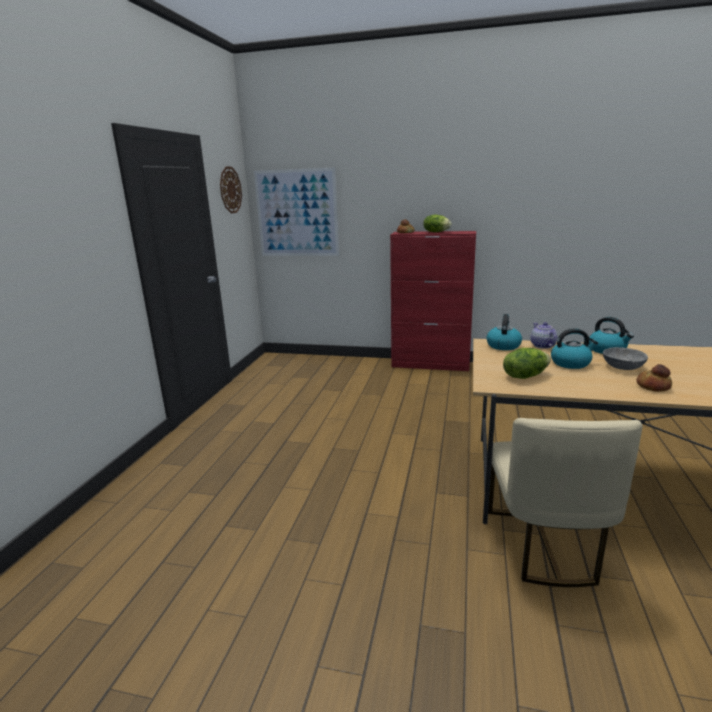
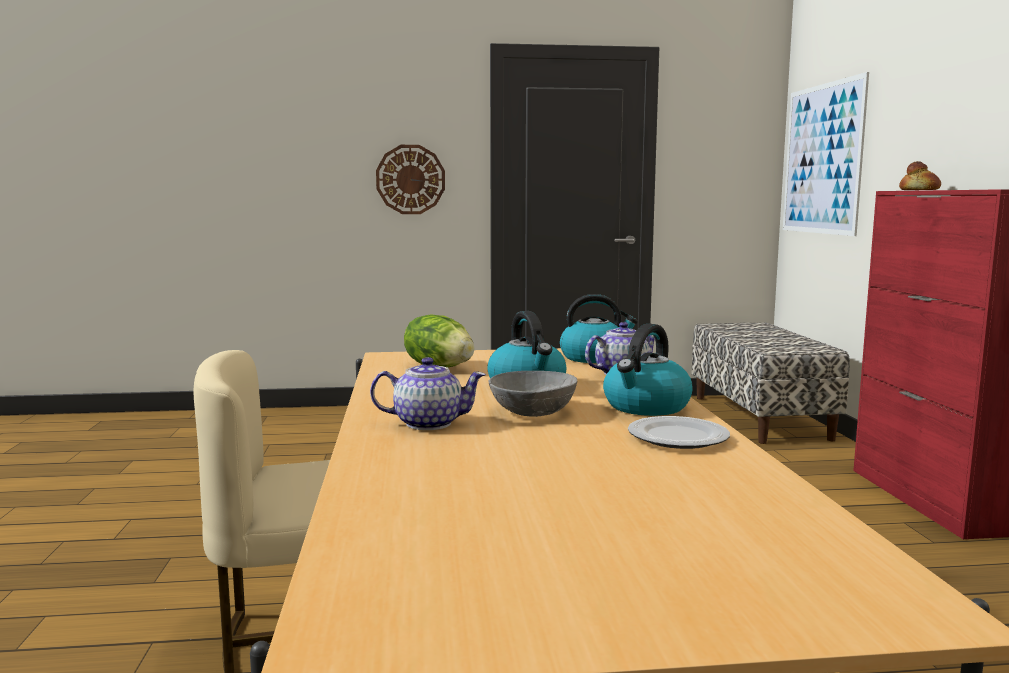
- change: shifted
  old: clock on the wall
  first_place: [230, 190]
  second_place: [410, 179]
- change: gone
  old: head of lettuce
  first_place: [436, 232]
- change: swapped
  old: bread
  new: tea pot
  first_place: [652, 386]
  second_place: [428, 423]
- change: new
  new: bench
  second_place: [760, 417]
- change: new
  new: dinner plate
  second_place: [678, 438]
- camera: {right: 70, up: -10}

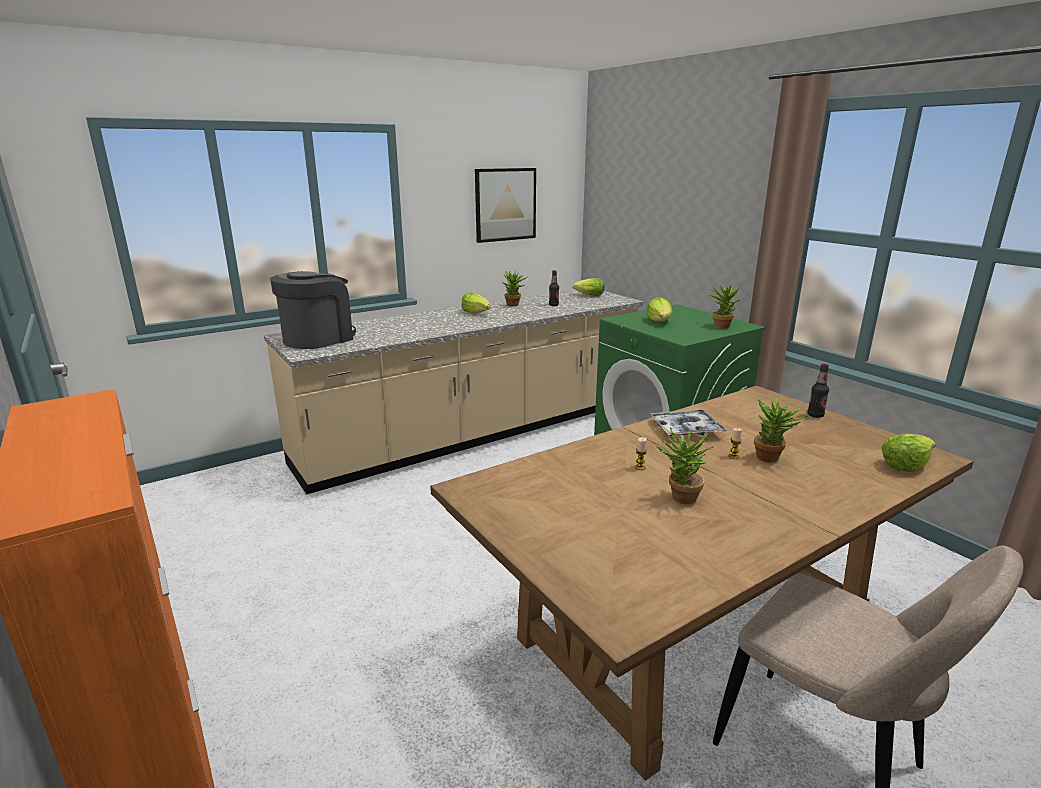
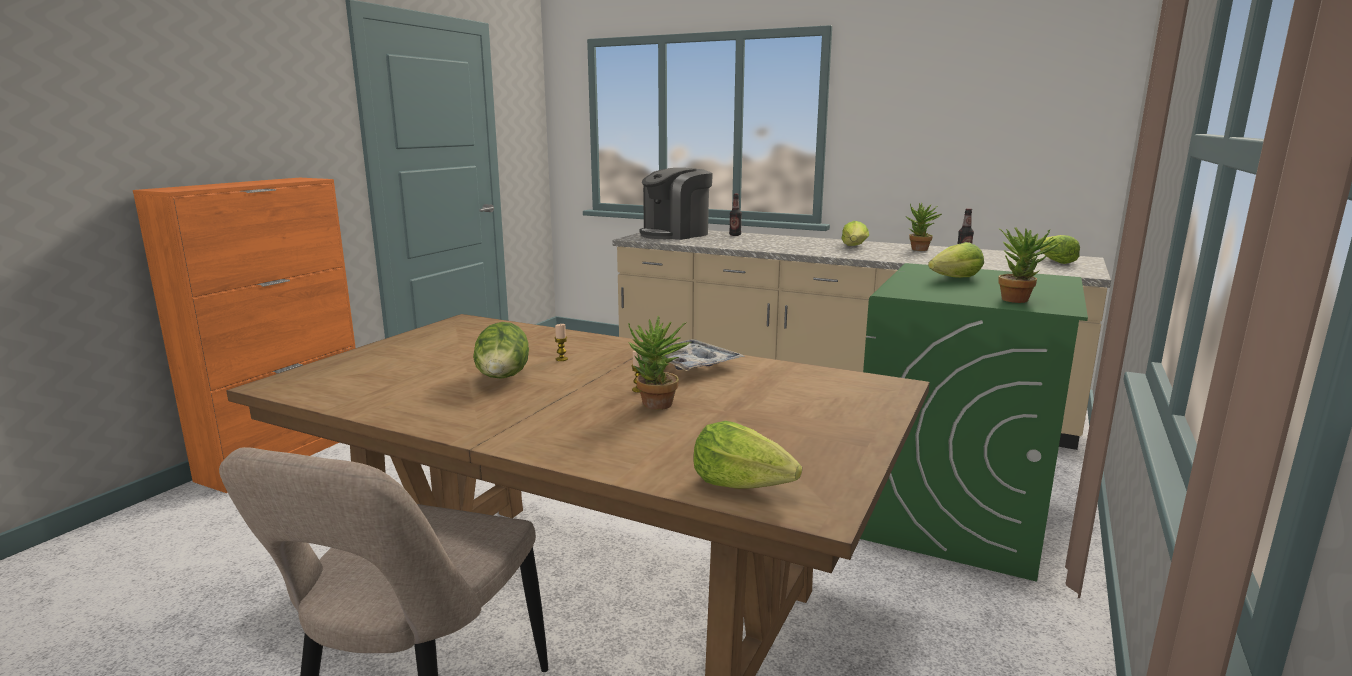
- change: gone
  old: wall picture
  first_place: [505, 204]
- change: rotated
  old: coffee brewer
  first_place: [318, 339]
  second_place: [675, 234]
  degrees: 135
- change: shifted
  old: beverage bottle
  first_place: [815, 415]
  second_place: [735, 235]
- change: swapped
  old: houseplant
  new: head of lettuce
  first_place: [679, 499]
  second_place: [503, 379]
- camera: {right: 60, up: -5}

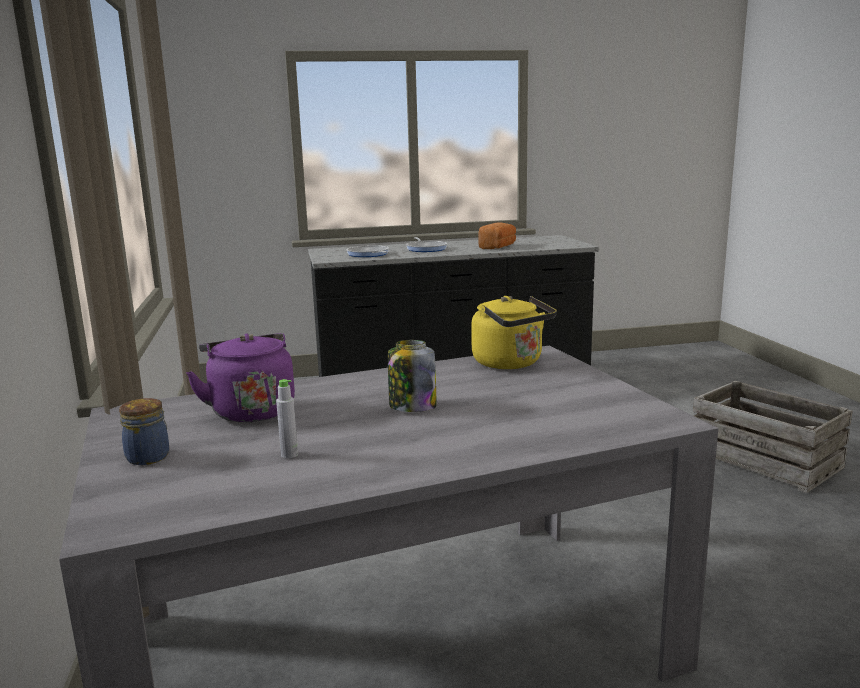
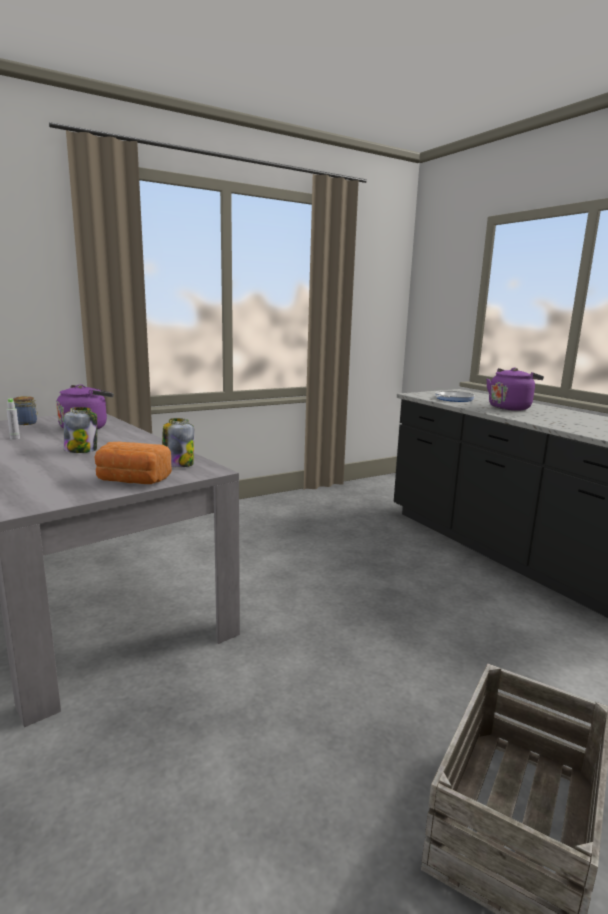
- change: shifted
  old: bread
  first_place: [498, 247]
  second_place: [132, 481]
- change: swapped
  old: frying pan
  new: purple kettle
  first_place: [426, 249]
  second_place: [510, 407]
- change: swapped
  old: yellow kettle
  new: preserve jar
  first_place: [511, 363]
  second_place: [178, 464]
- camera: {right: 70, up: 0}

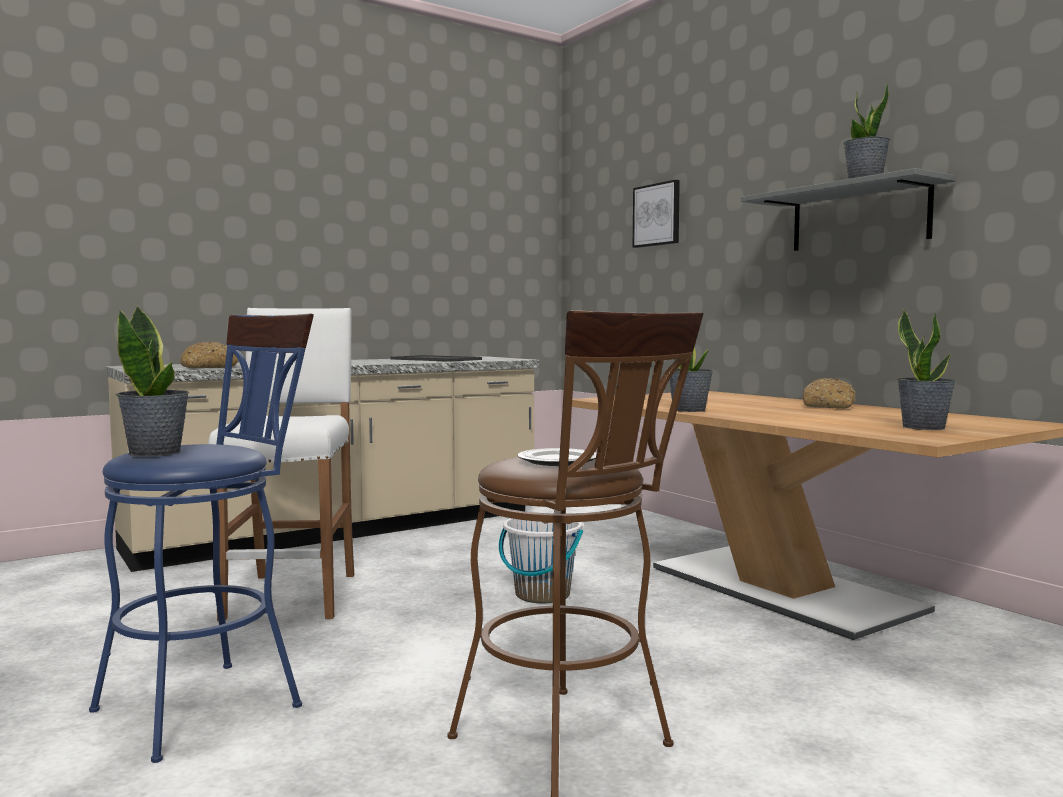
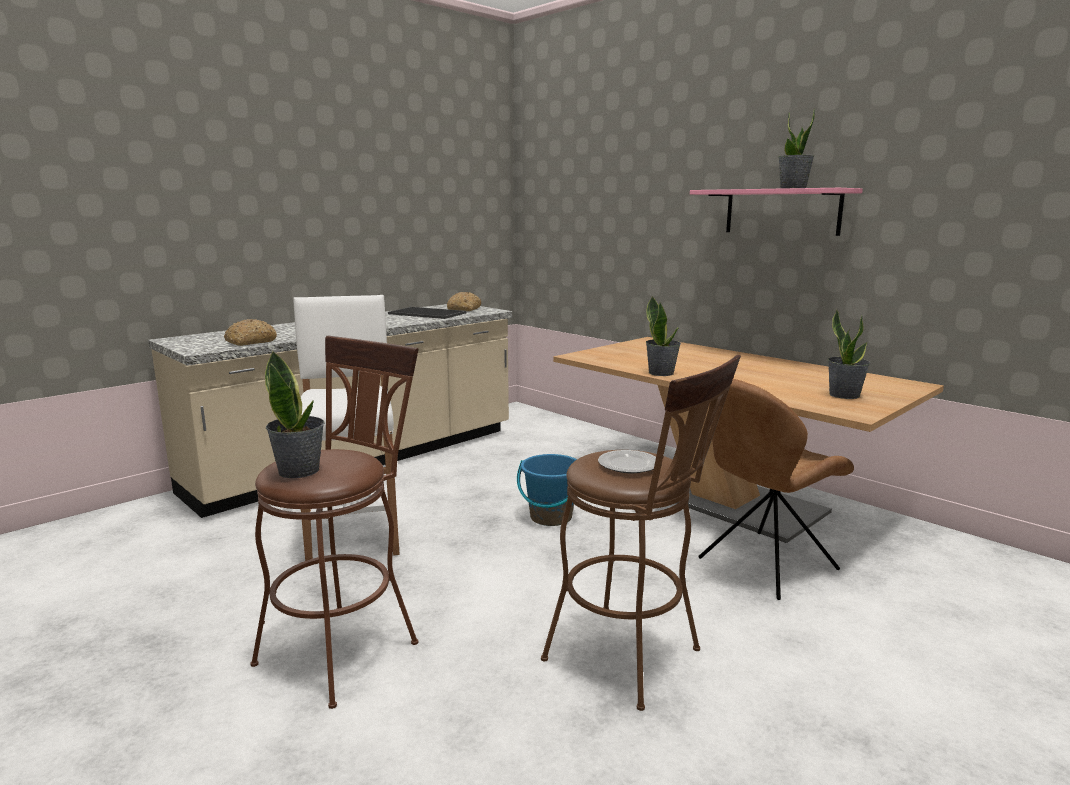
- change: repainted
  old: gray wall shelf
  new: pink-coloured wall shelf
  first_place: [859, 217]
  second_place: [782, 211]
- change: gone
  old: wall picture
  first_place: [657, 215]
- change: repainted
  old: bluish sitting stool
  new: brown-coloured sitting stool
  first_place: [213, 701]
  second_place: [346, 646]
- change: shifted
  old: bread
  first_place: [829, 406]
  second_place: [464, 309]
- change: repainted
  old: white-coloured water bucket
  new: bluish water bucket
  first_place: [542, 595]
  second_place: [550, 517]
- change: new
  new: brown-coloured plain chair
  second_place: [764, 565]
- camera: {right: -10, up: 10}

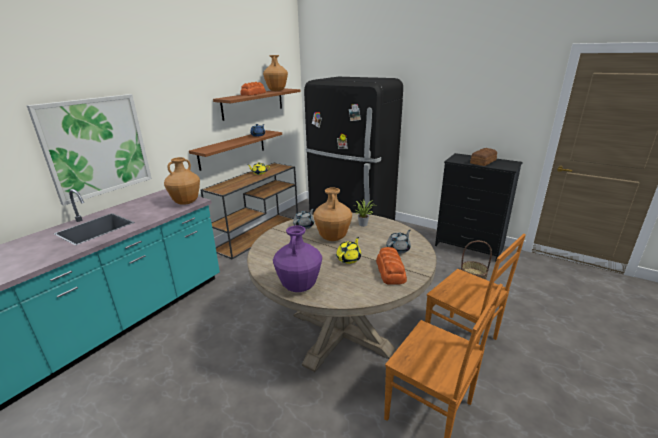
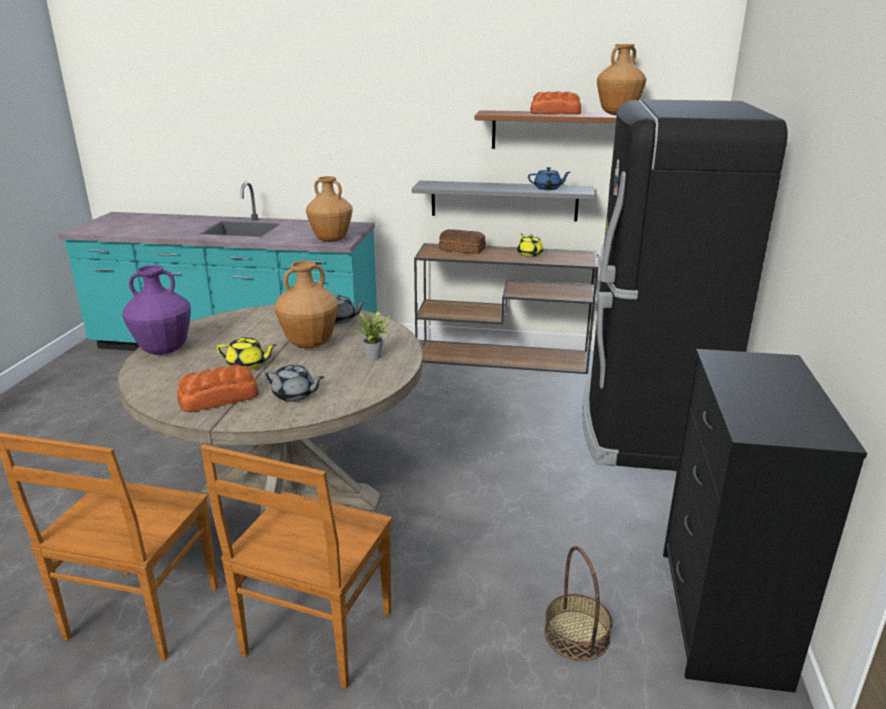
- change: gone
  old: wall picture
  first_place: [96, 147]
- change: repainted
  old: brown-coloured wall shelf
  new: gray wall shelf
  first_place: [232, 149]
  second_place: [504, 200]
- change: shifted
  old: bread
  first_place: [482, 162]
  second_place: [461, 249]
- camera: {right: 65, up: 0}

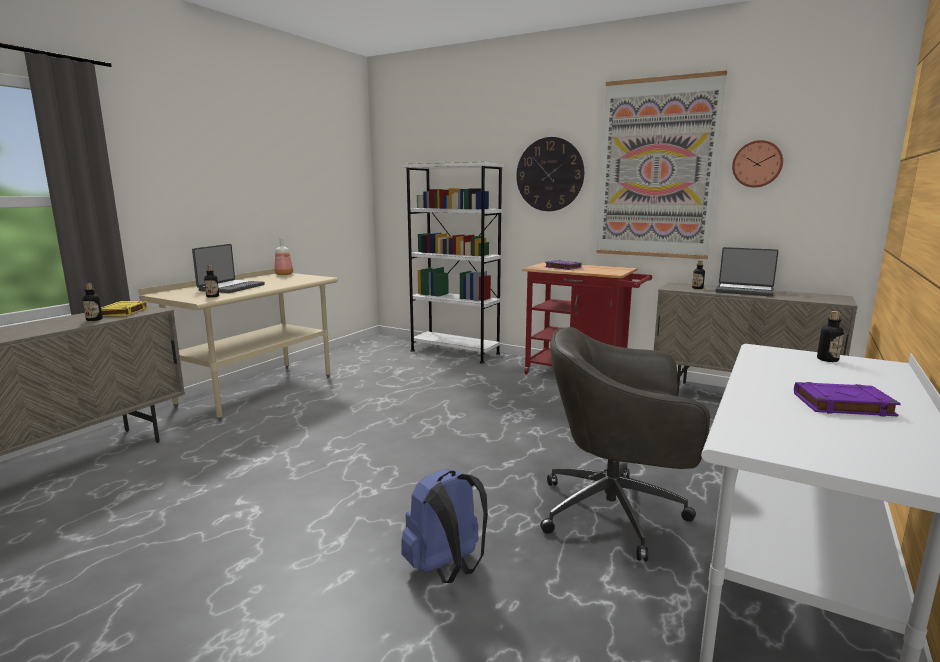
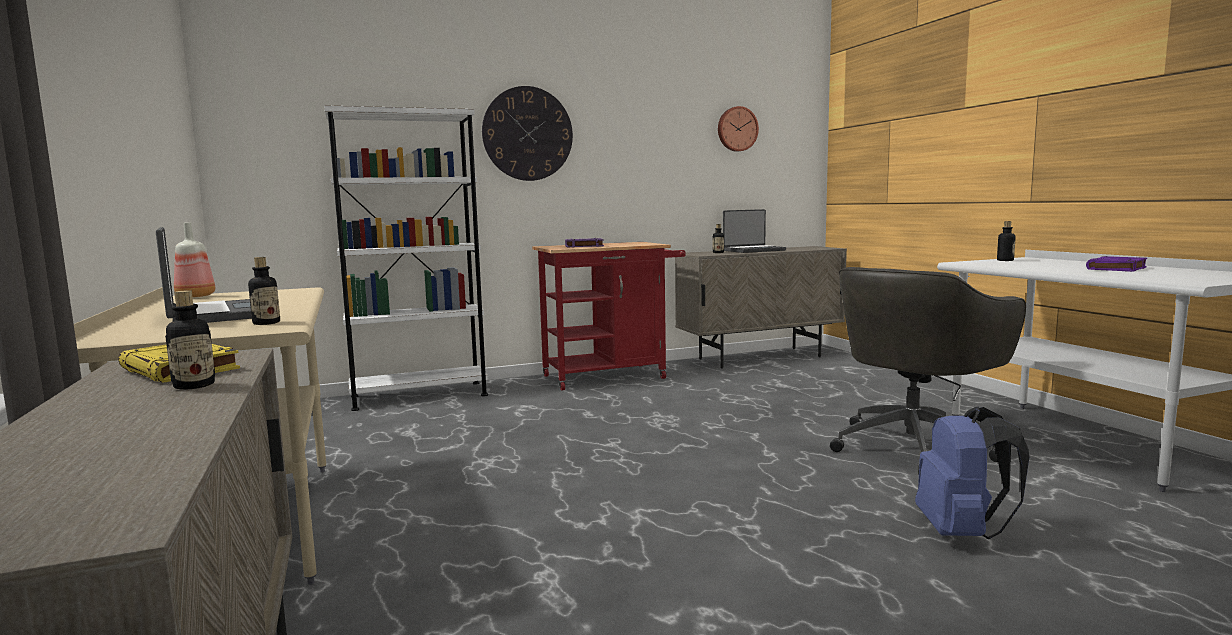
- change: gone
  old: wall picture
  first_place: [656, 169]
- camera: {right: -50, up: -5}

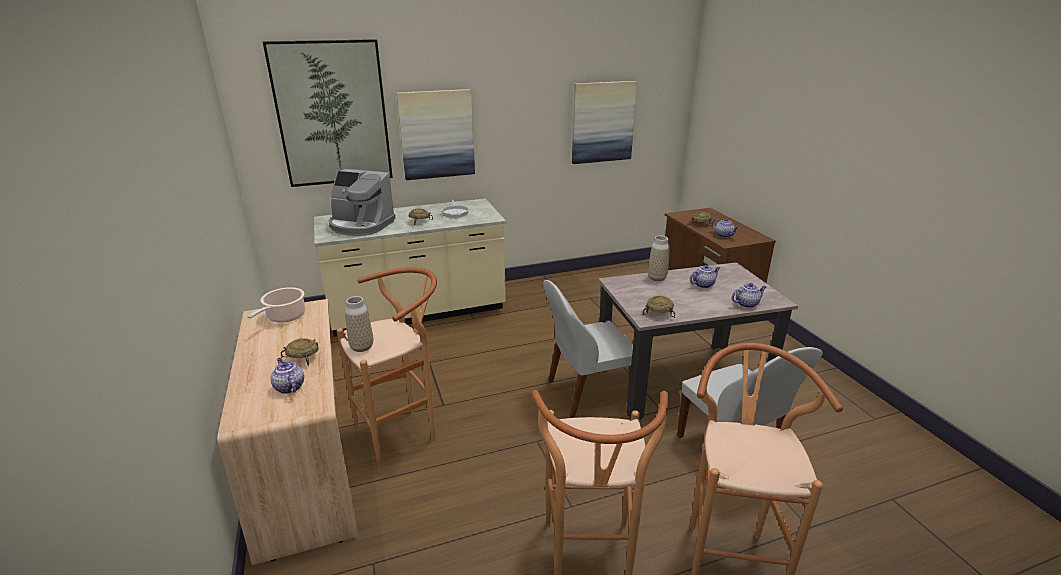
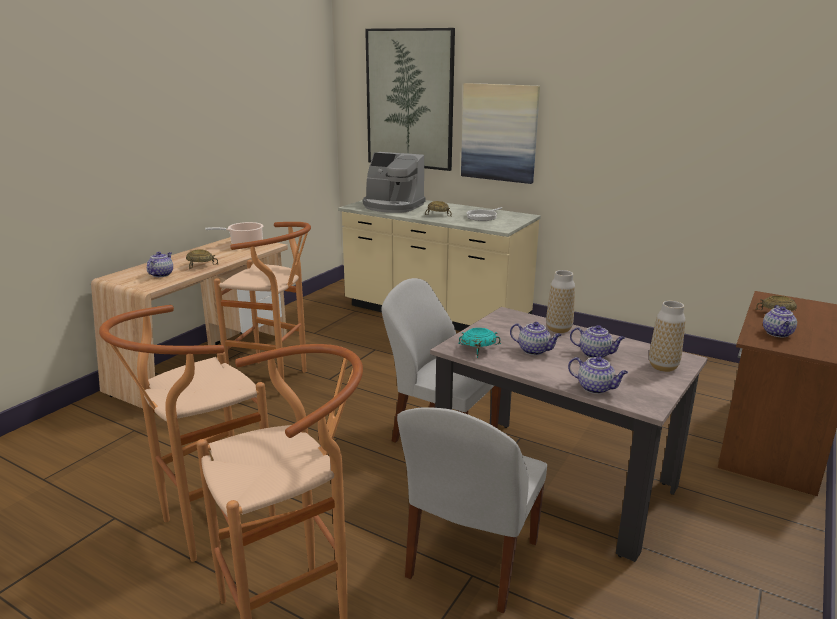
- change: gone
  old: wall picture
  first_place: [602, 122]
- change: rotated
  old: coffee brewer
  first_place: [361, 225]
  second_place: [392, 206]
  degrees: -45
- change: shifted
  old: vase
  first_place: [362, 347]
  second_place: [663, 367]
- change: repainted
  old: beige-coloured bowl
  new: turquoise-coloured bowl
  first_place: [659, 312]
  second_place: [479, 350]
- change: new
  new: tea pot
  second_place: [534, 350]
- camera: {right: 50, up: -5}

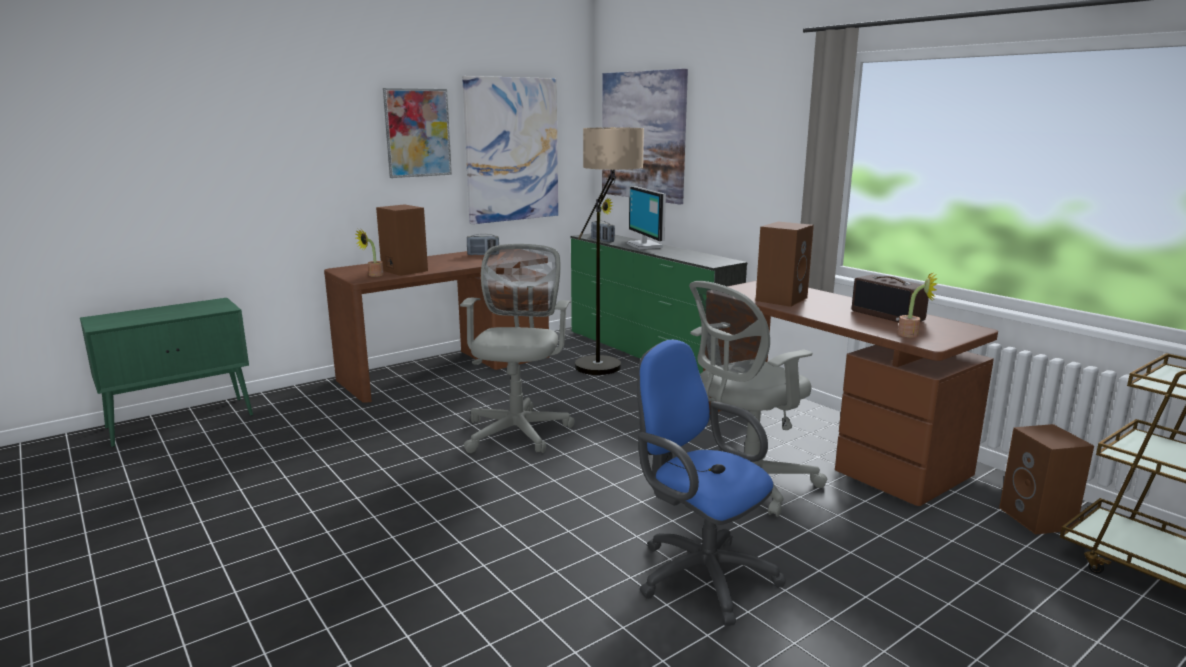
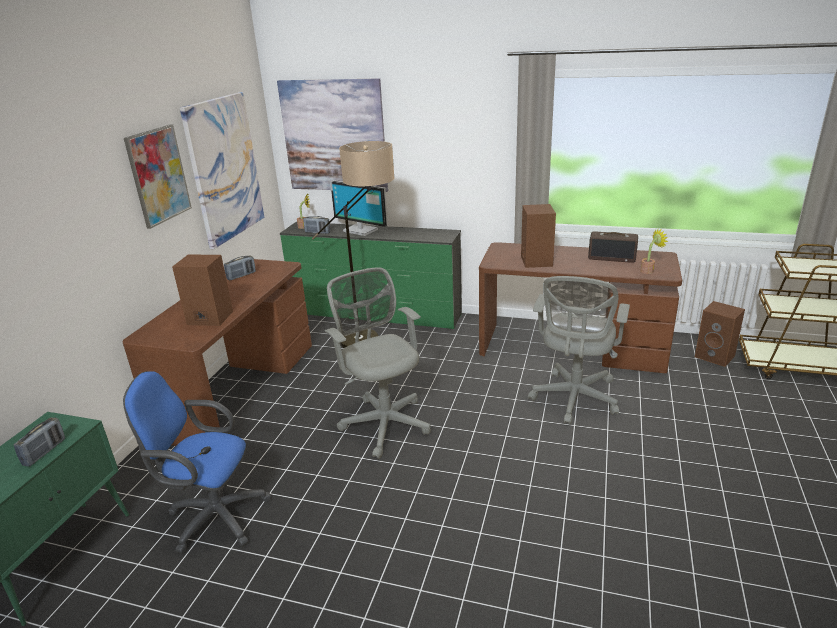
- change: gone
  old: houseplant
  first_place: [373, 275]
- change: shifted
  old: bluish office chair
  first_place: [699, 573]
  second_place: [213, 516]
- change: new
  new: radio
  second_place: [44, 452]
- camera: {right: -35, up: 10}

